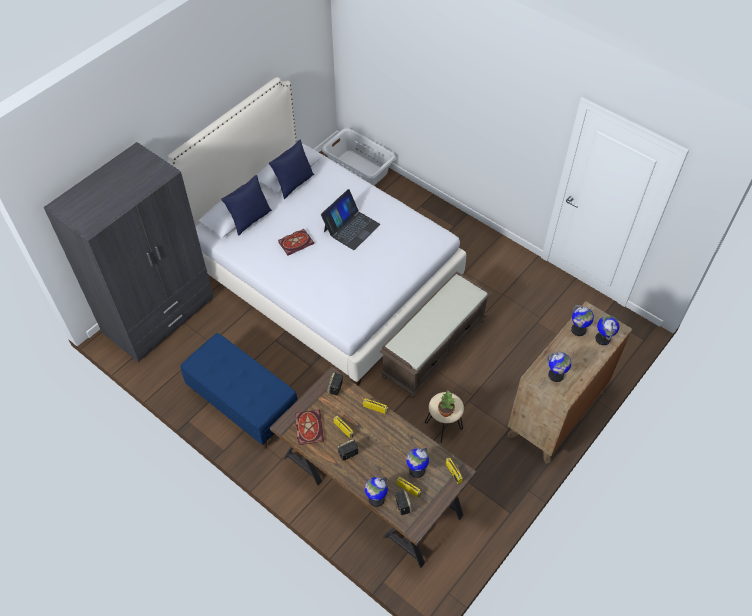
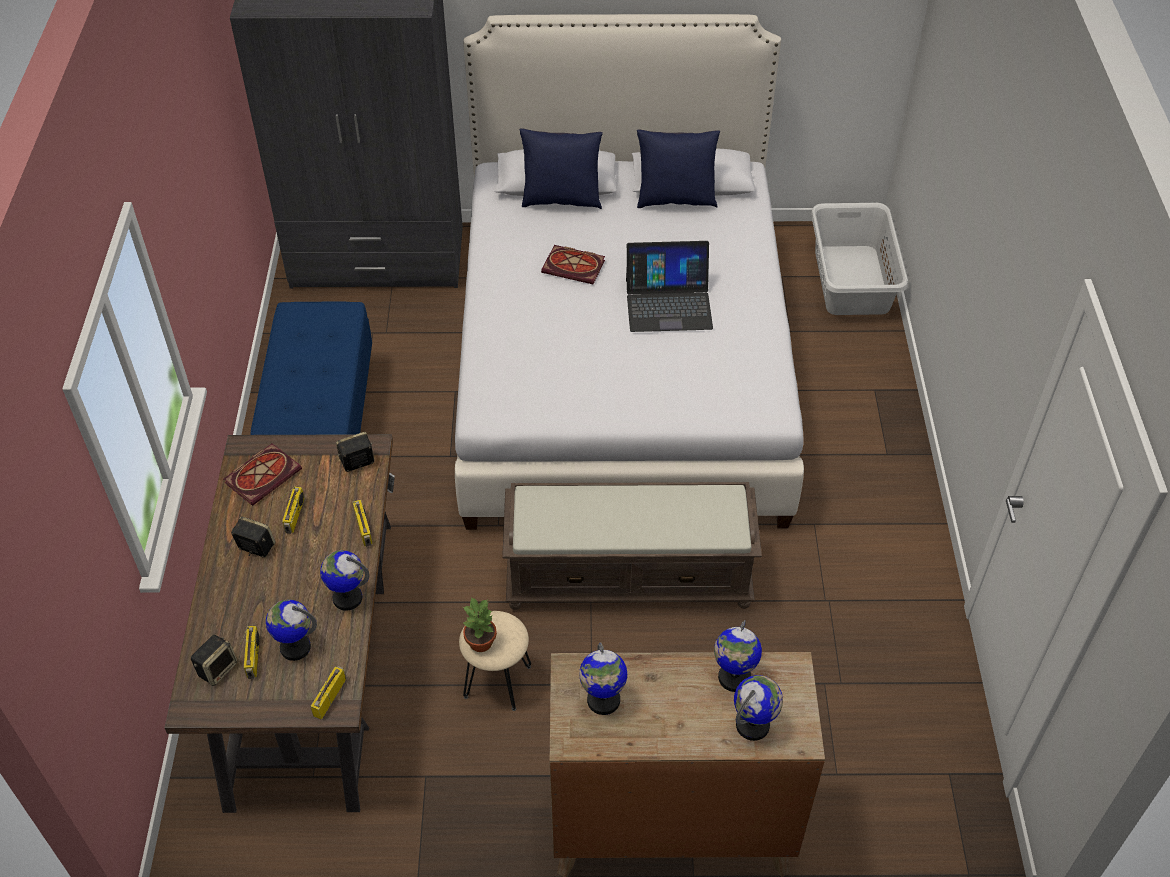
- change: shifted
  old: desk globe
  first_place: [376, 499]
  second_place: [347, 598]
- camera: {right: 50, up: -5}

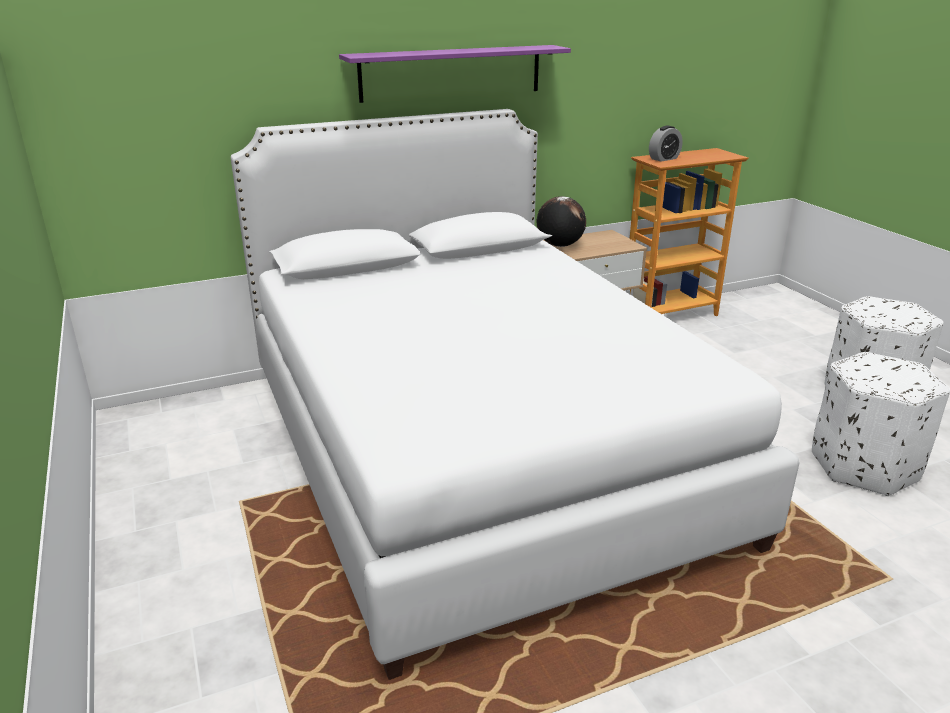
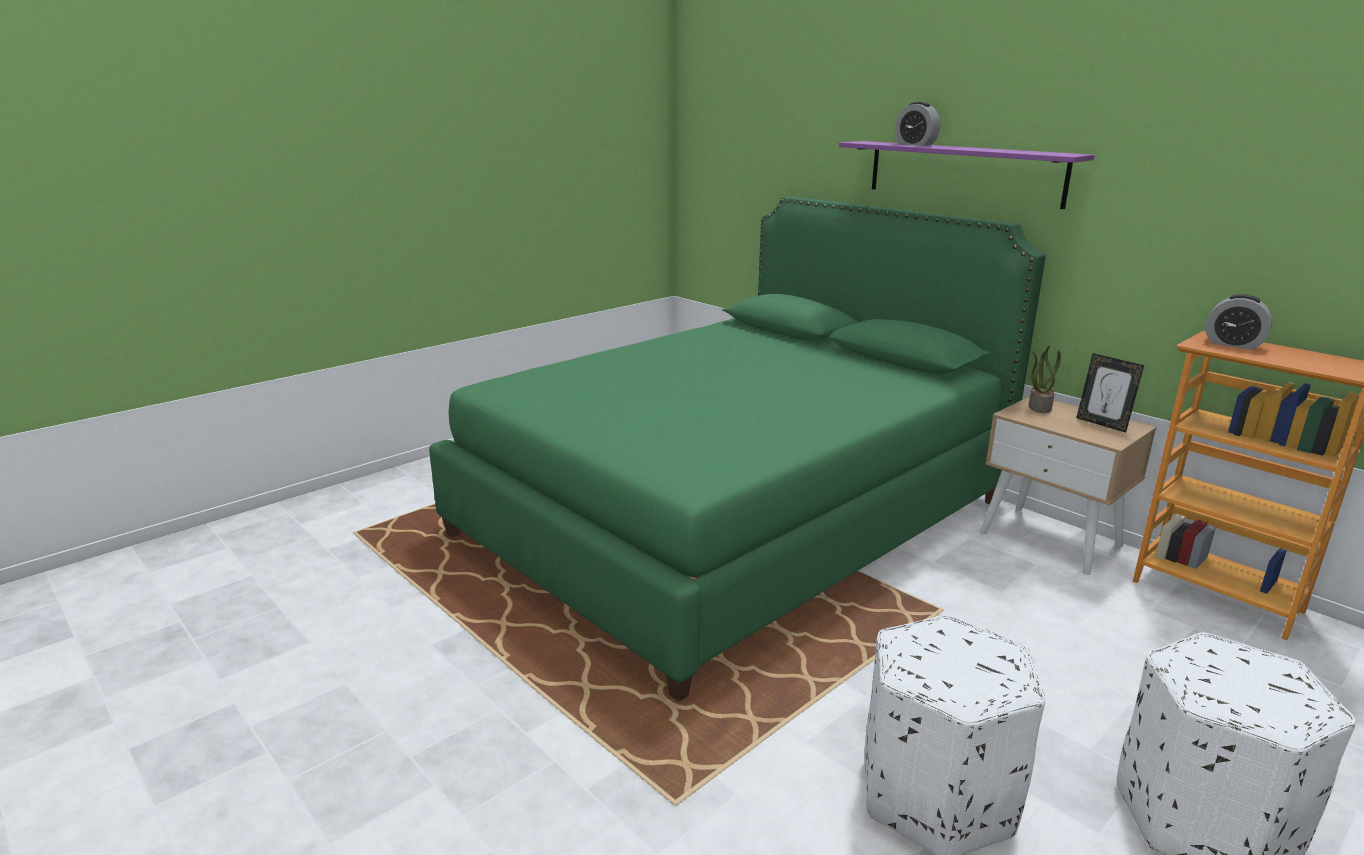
- change: repainted
  old: white-coloured sleeping bed
  new: green-coloured sleeping bed
  first_place: [475, 452]
  second_place: [733, 518]
- change: swapped
  old: desk globe
  new: houseplant
  first_place: [559, 245]
  second_place: [1039, 407]
- change: new
  new: alarm clock
  second_place: [915, 144]
- change: new
  new: standing frame
  second_place: [1102, 424]
- camera: {right: 70, up: -5}

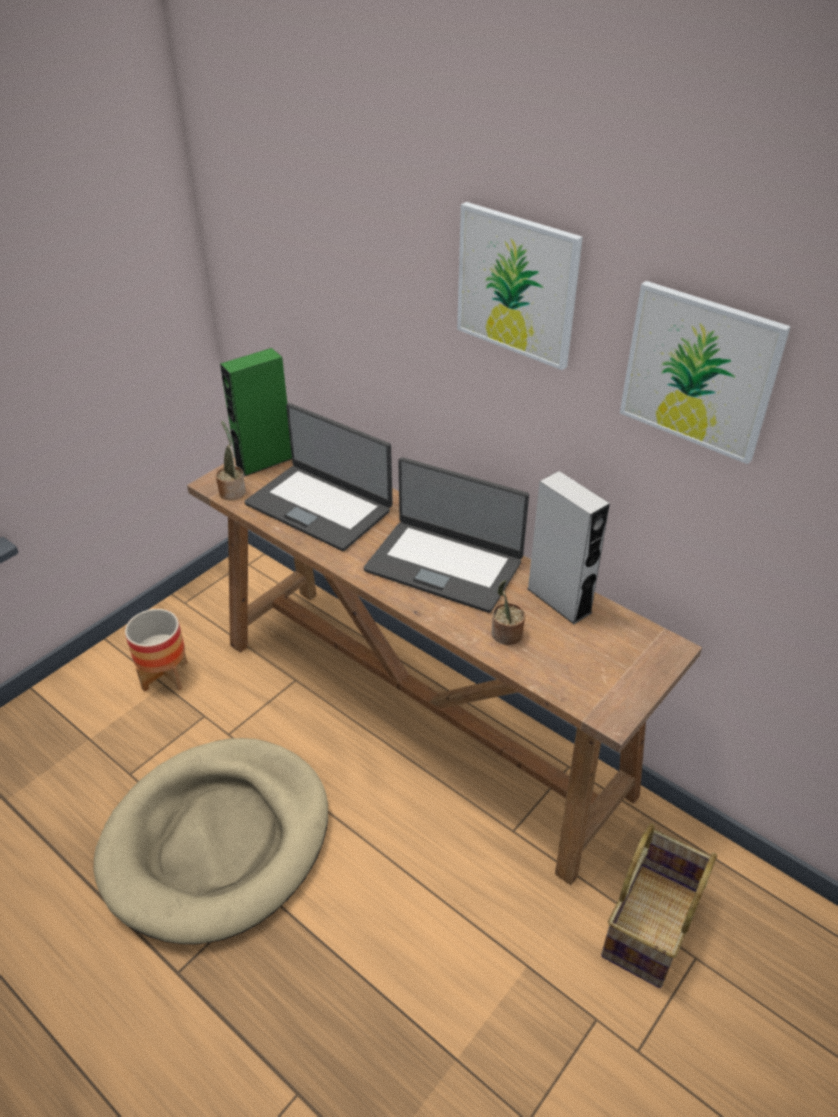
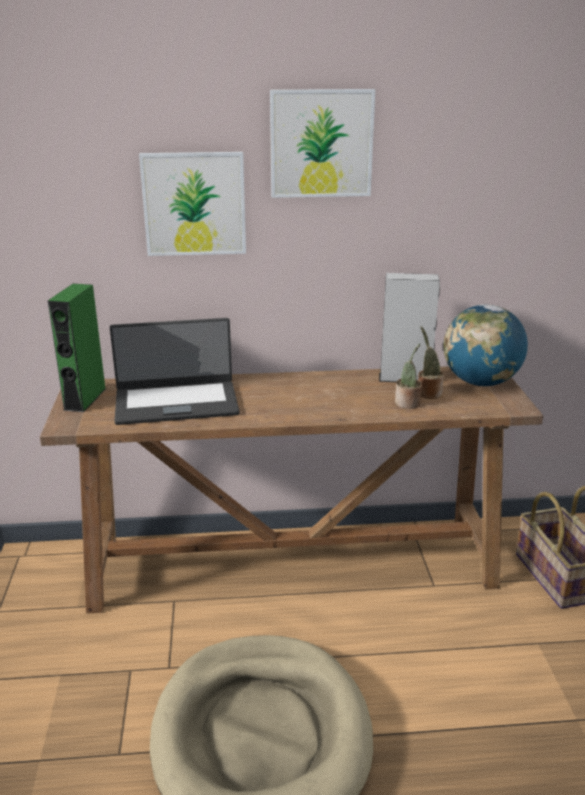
- change: shifted
  old: wall picture
  first_place: [699, 371]
  second_place: [194, 204]
- change: shifted
  old: houseplant
  first_place: [232, 491]
  second_place: [427, 393]
- change: gone
  old: notebook computer
  first_place: [444, 564]
- change: gone
  old: flower pot
  first_place: [165, 676]
- change: new
  new: desk globe
  second_place: [480, 382]
- camera: {right: -45, up: -15}

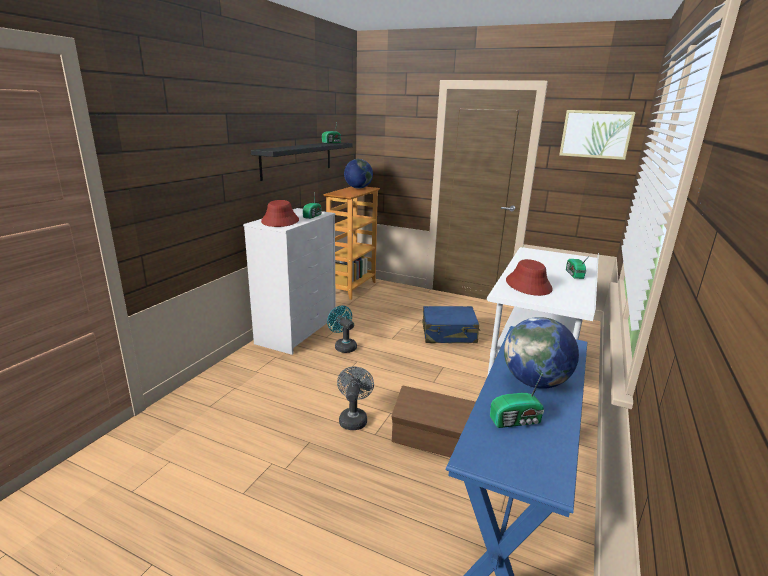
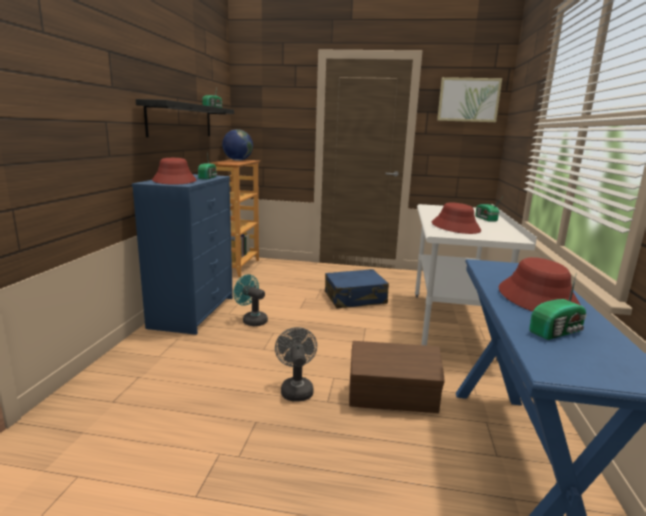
- change: repainted
  old: white-coloured chest of drawers
  new: bluish chest of drawers
  first_place: [297, 332]
  second_place: [193, 312]
- change: swapped
  old: desk globe
  new: red wearable hat
  first_place: [535, 382]
  second_place: [538, 299]
- camera: {right: -15, up: -5}

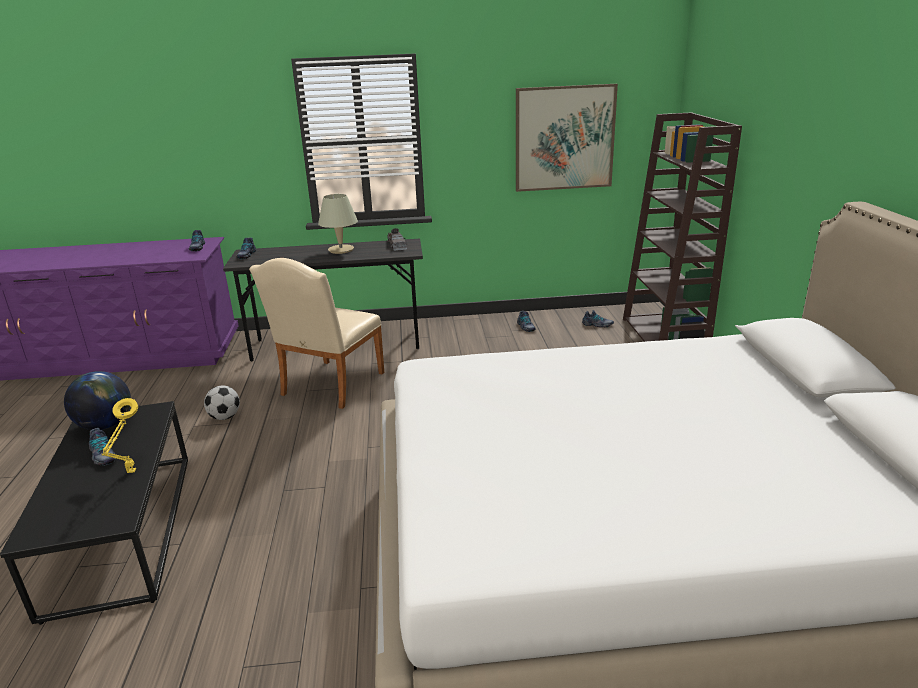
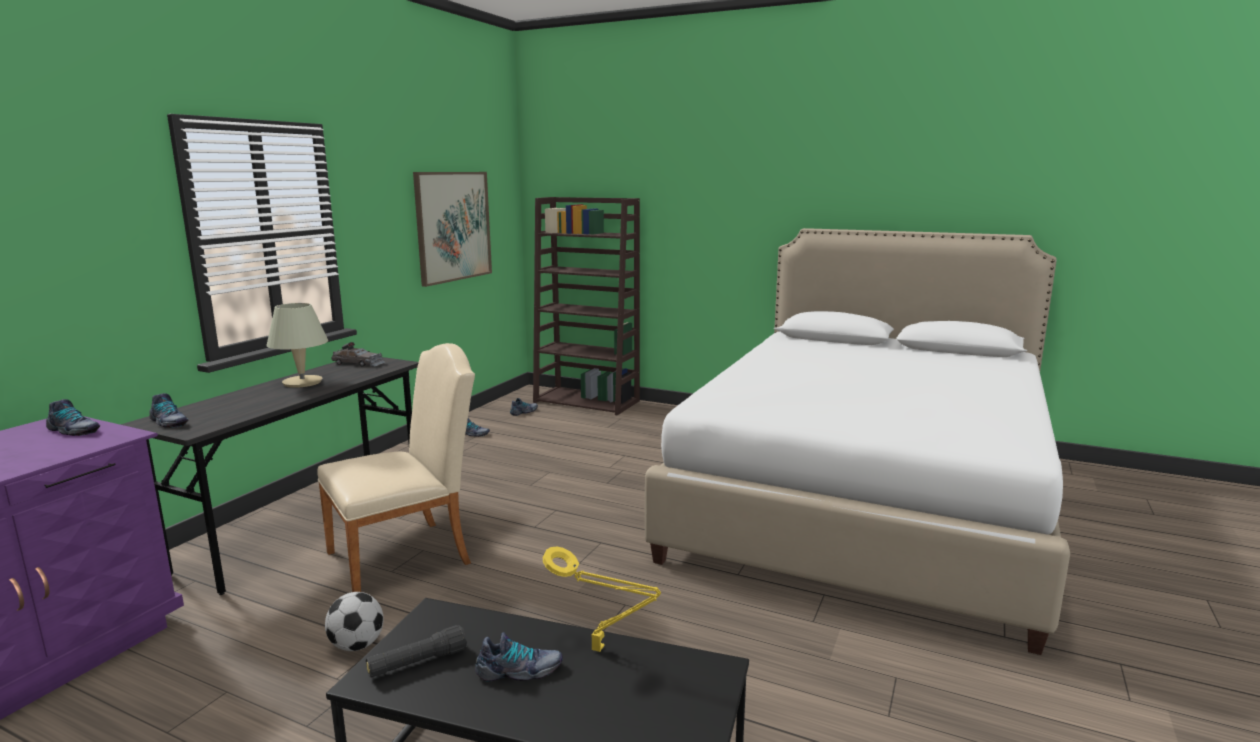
- change: rotated
  old: beige-coloured plain chair
  first_place: [329, 386]
  second_place: [408, 555]
  degrees: -90
- change: swapped
  old: desk globe
  new: black hand torch
  first_place: [105, 425]
  second_place: [417, 663]
- camera: {right: -60, up: -10}

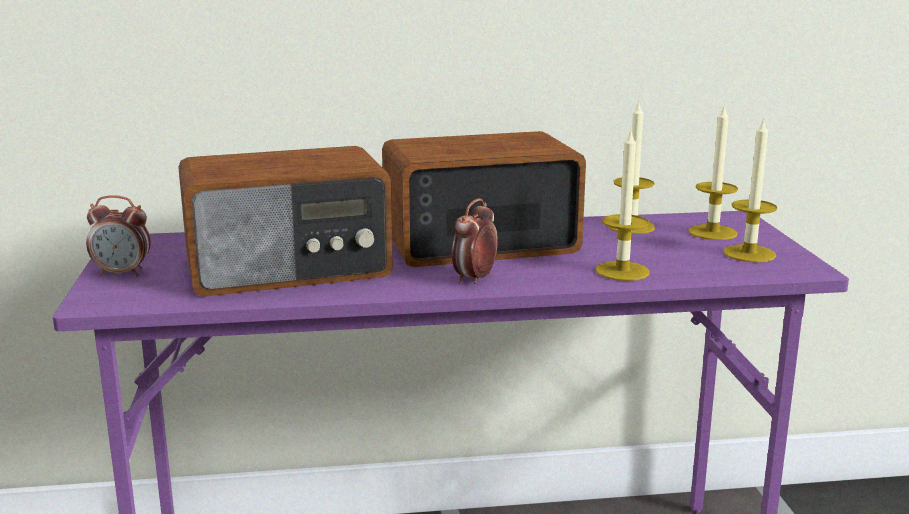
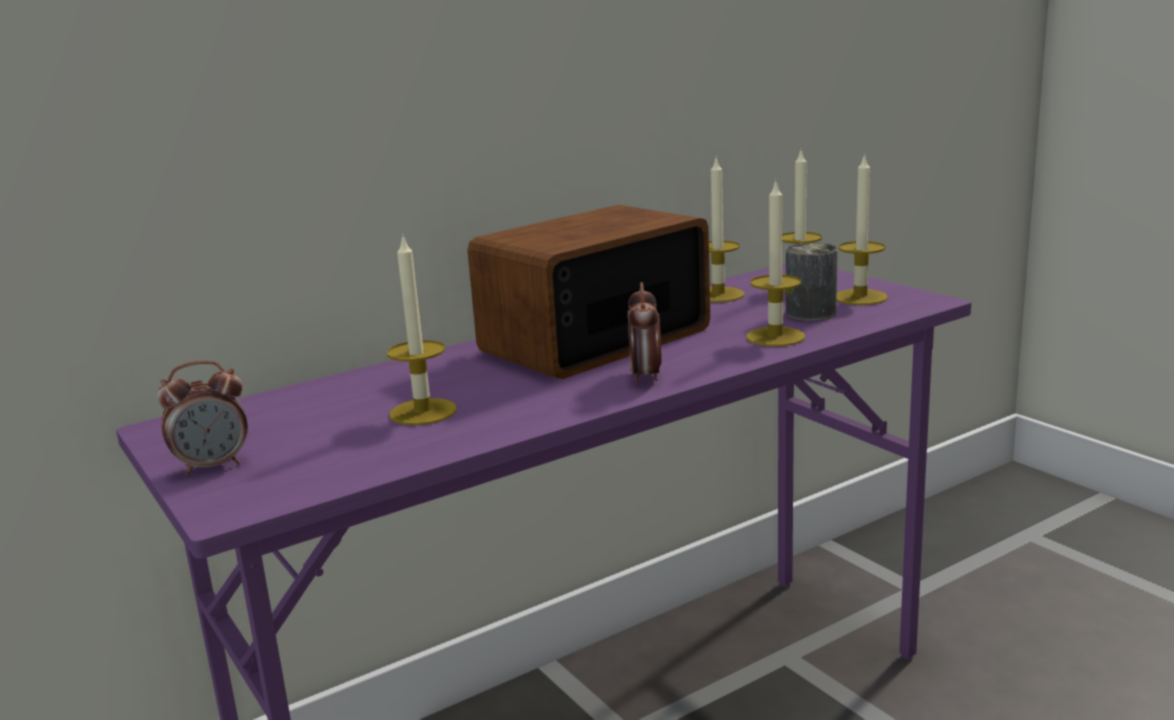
- change: swapped
  old: radio
  new: candle
  first_place: [289, 268]
  second_place: [423, 412]
- change: new
  new: metal can
  second_place: [810, 313]
- camera: {right: -25, up: 0}

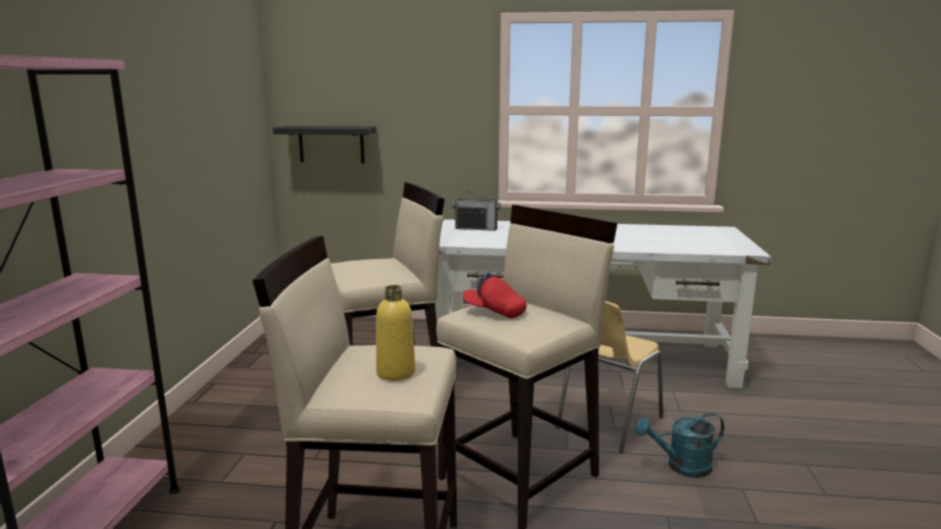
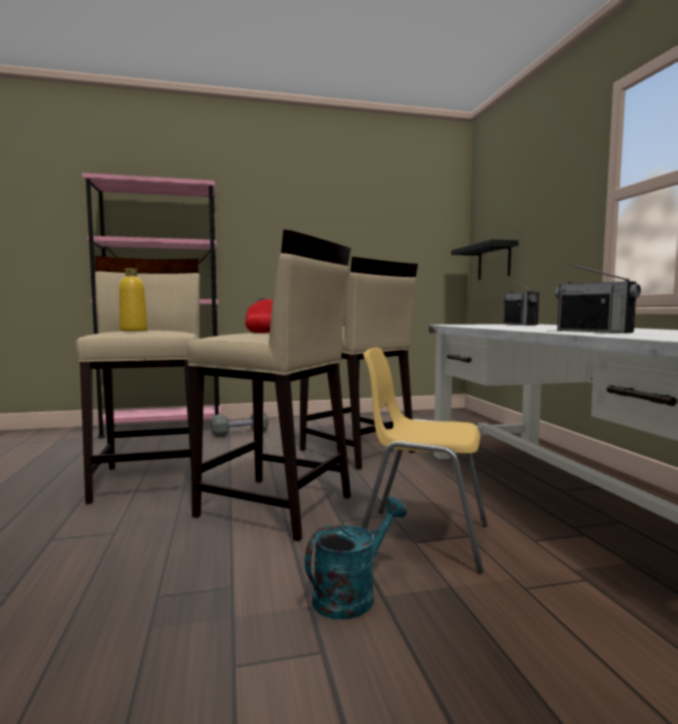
- change: rotated
  old: turquoise-coloured watering pot
  first_place: [681, 467]
  second_place: [352, 594]
  degrees: 75
- change: new
  new: radio
  second_place: [594, 332]
- change: new
  new: gray free weight
  second_place: [240, 433]
- camera: {right: 70, up: -10}

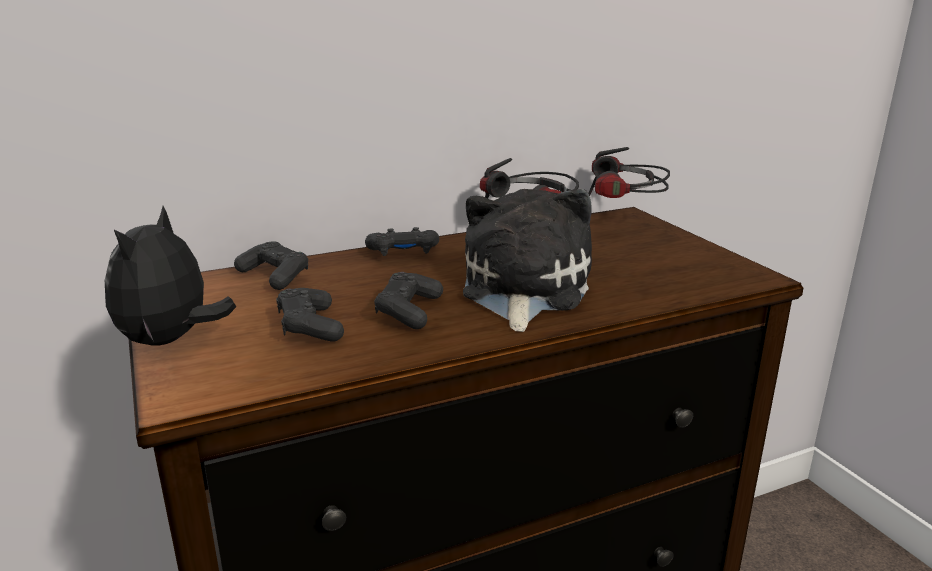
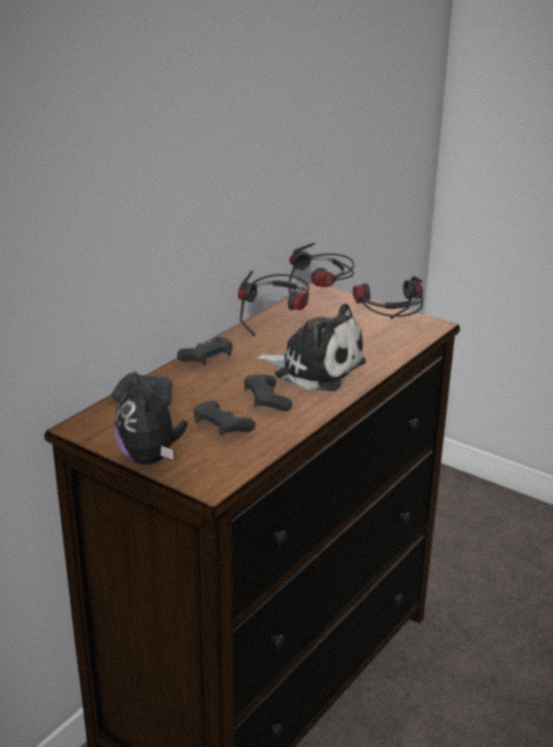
- change: rotated
  old: soft toy
  first_place: [522, 290]
  second_place: [315, 368]
  degrees: 135
- change: new
  new: headphones
  second_place: [389, 332]
- camera: {right: -30, up: 5}

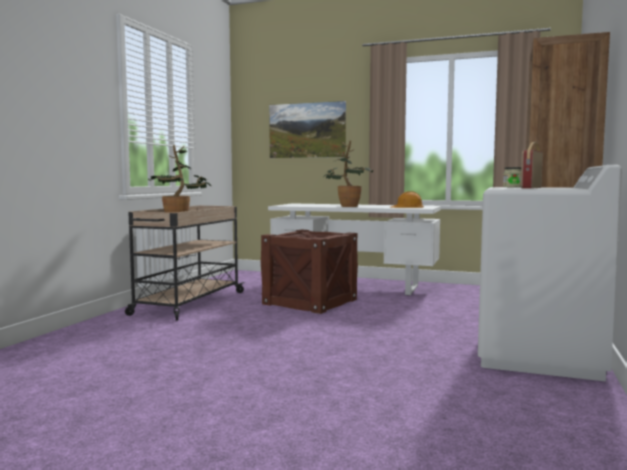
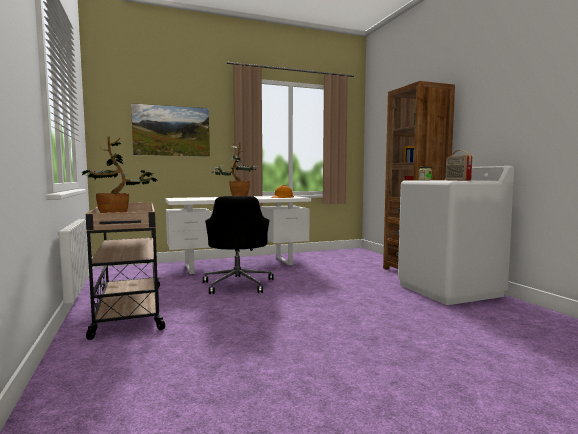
- change: swapped
  old: shipping crate
  new: black office chair
  first_place: [310, 302]
  second_place: [238, 284]
- camera: {right: -40, up: 0}

